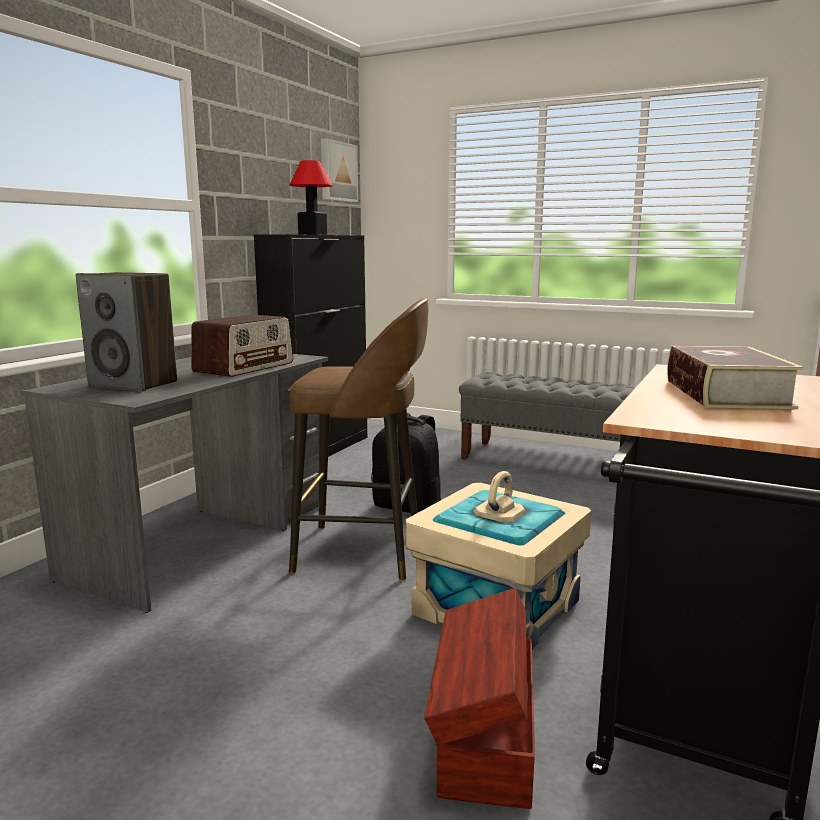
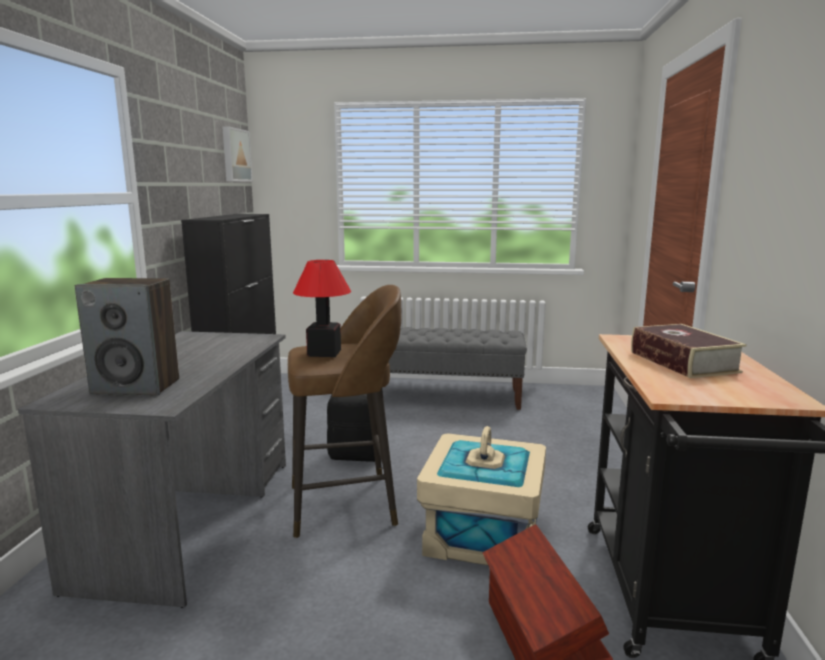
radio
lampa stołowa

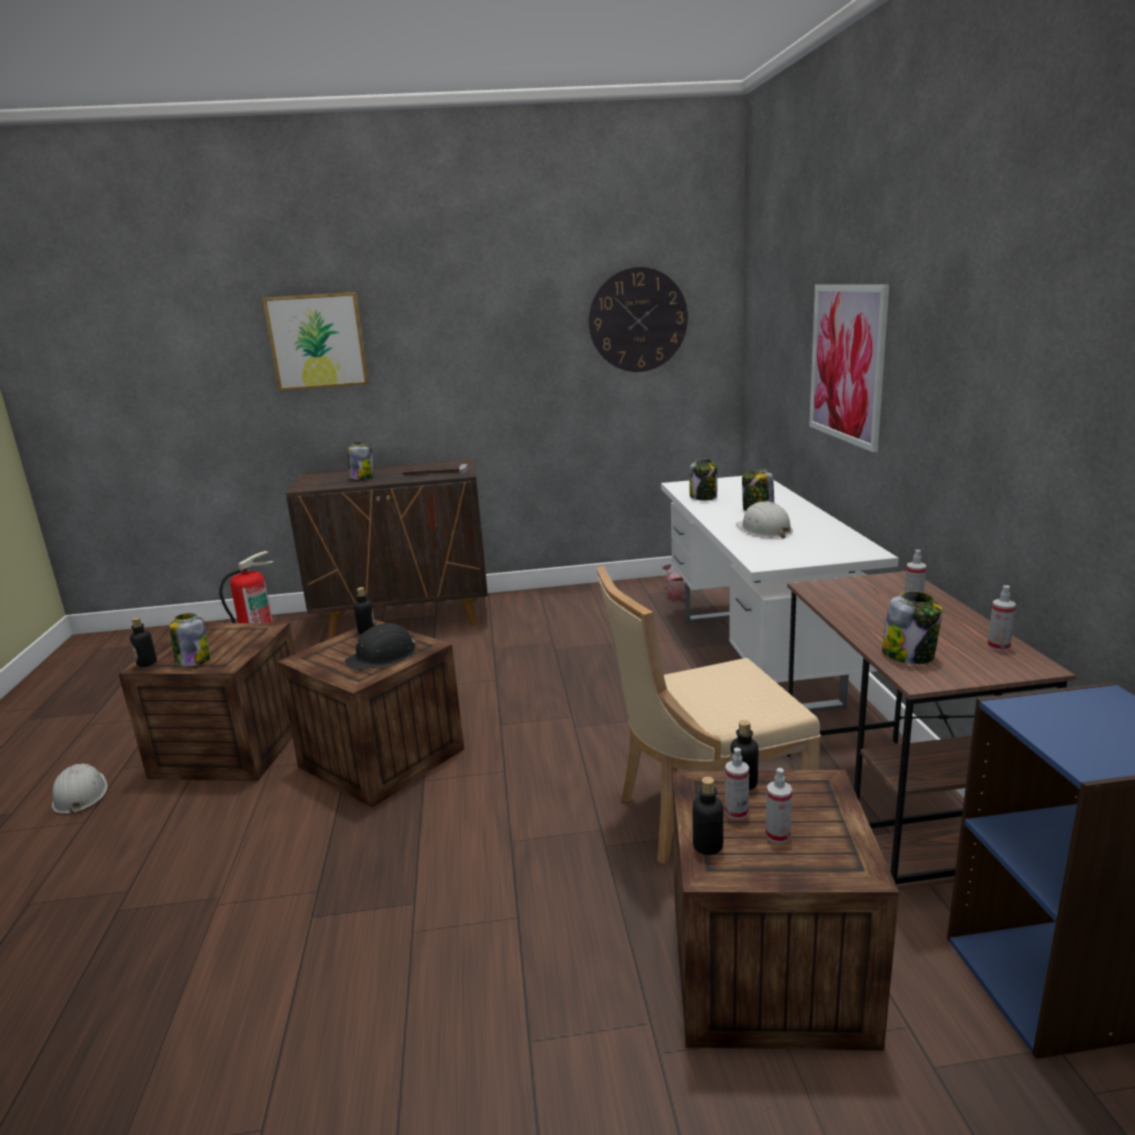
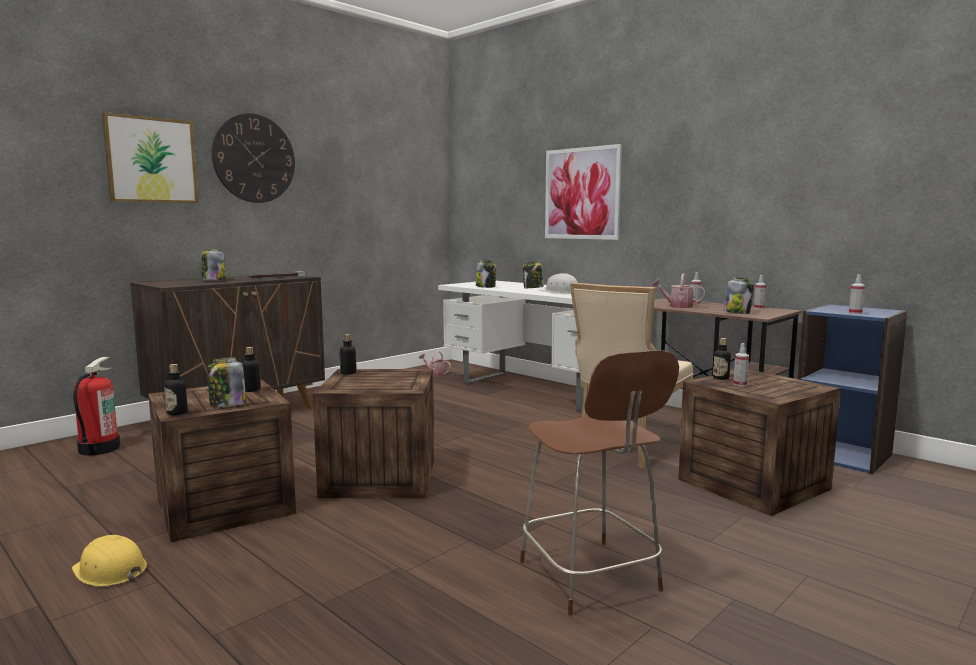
kask [żółty]
kask [czarny]
zegar ścienny
butelka (no. 2 from left)
spryskiwacz (no. 4 from left)
stołek [brązowy]
konewka (no. 2 from left)

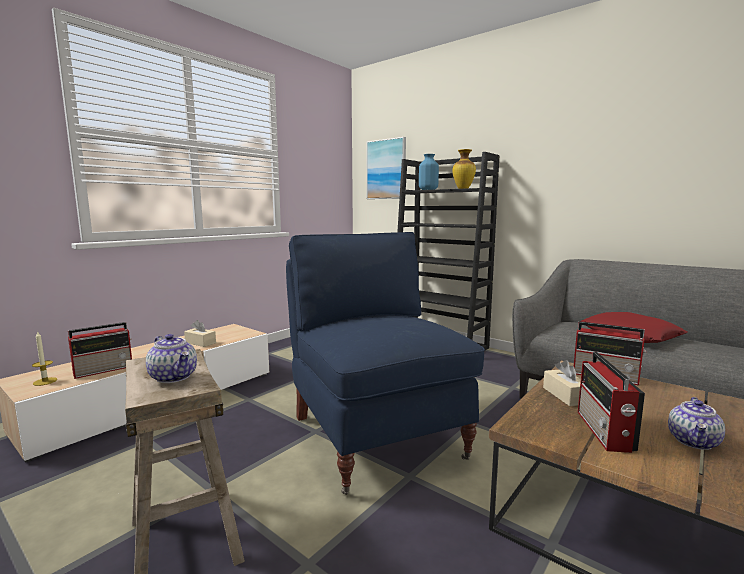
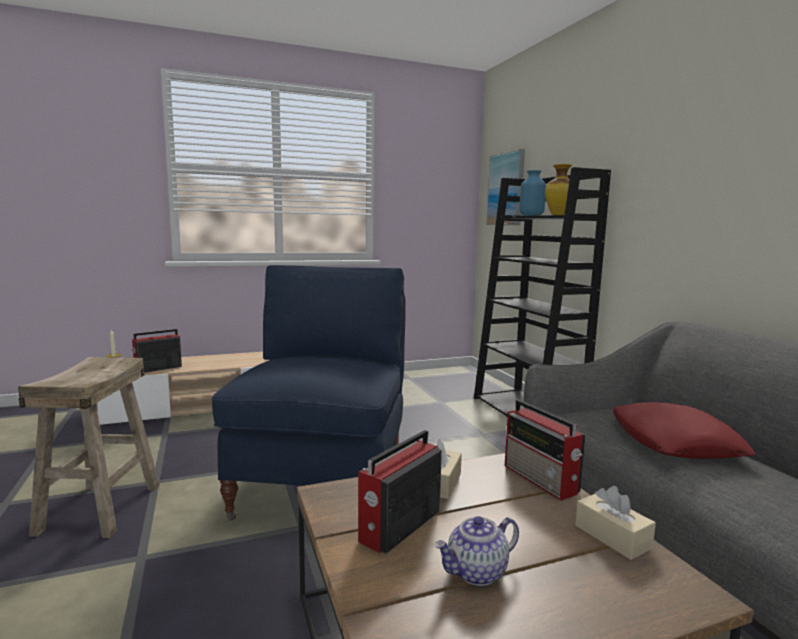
radio (no. 1 from left)
imbryk (no. 1 from left in the first image)
pudełko chusteczek [beżowy] (no. 2 from left)

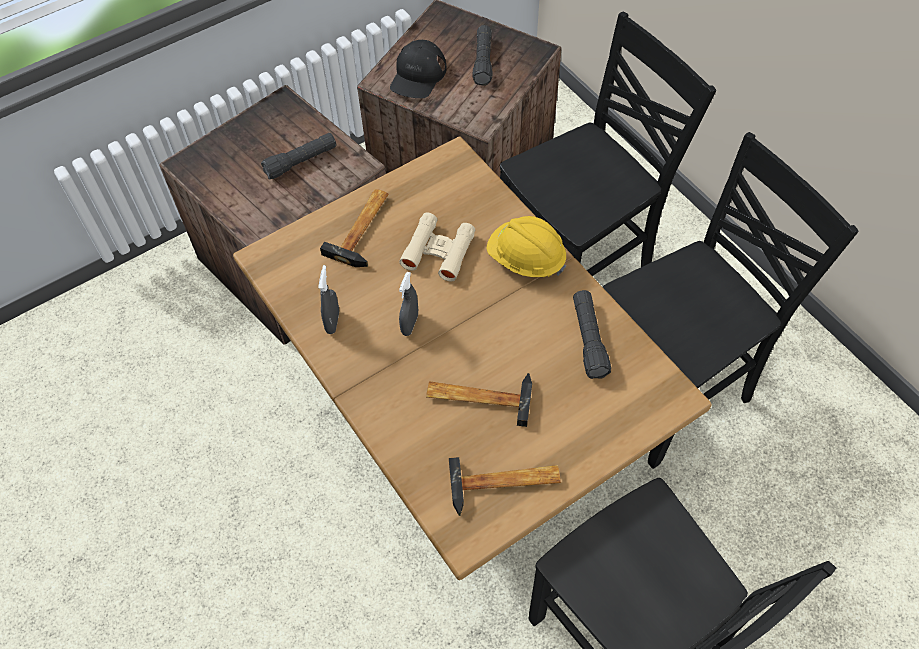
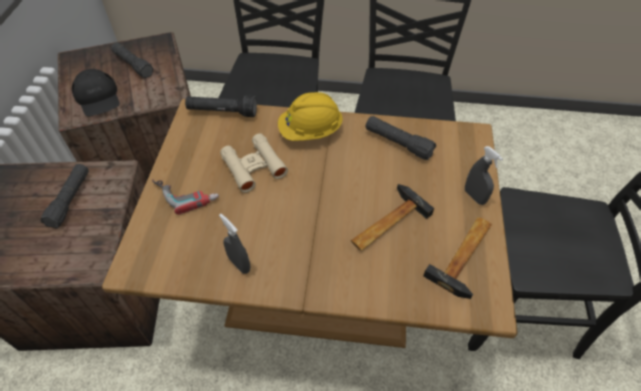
wiertarka
spryskiwacz [szary] (no. 2 from left)
latarka [czarny] (no. 3 from left)

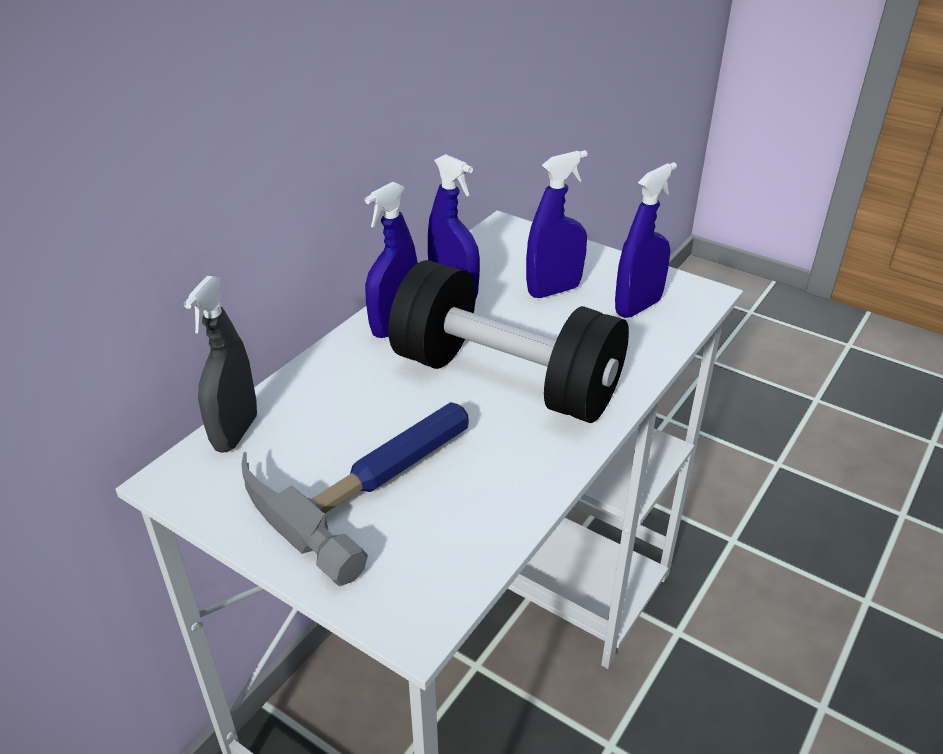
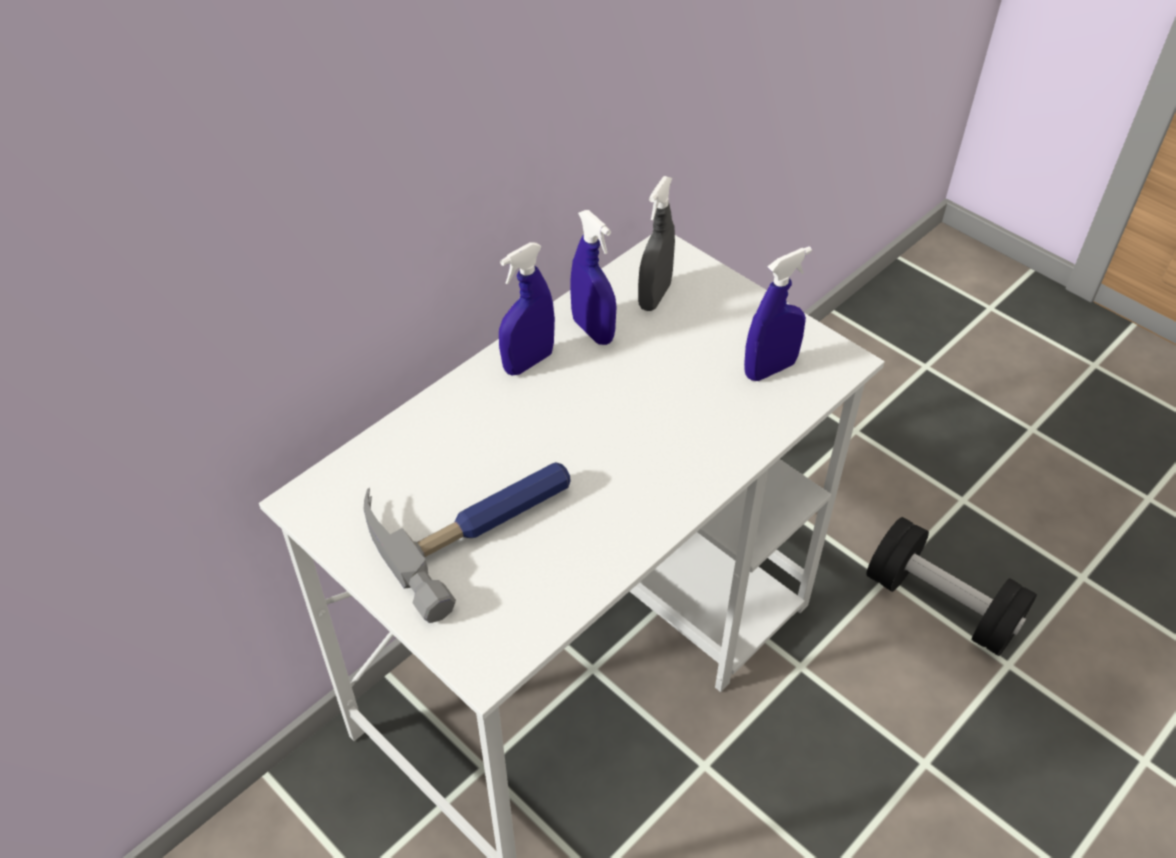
spryskiwacz [szary]
hantel [czarny]
spryskiwacz [niebieski] (no. 3 from left in the first image)

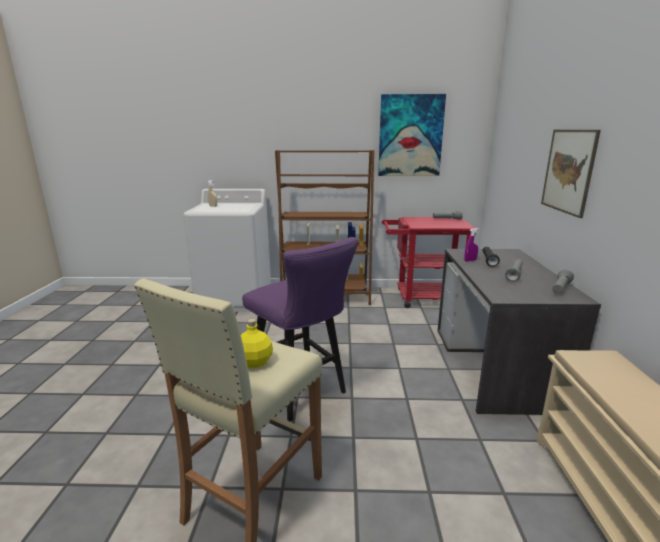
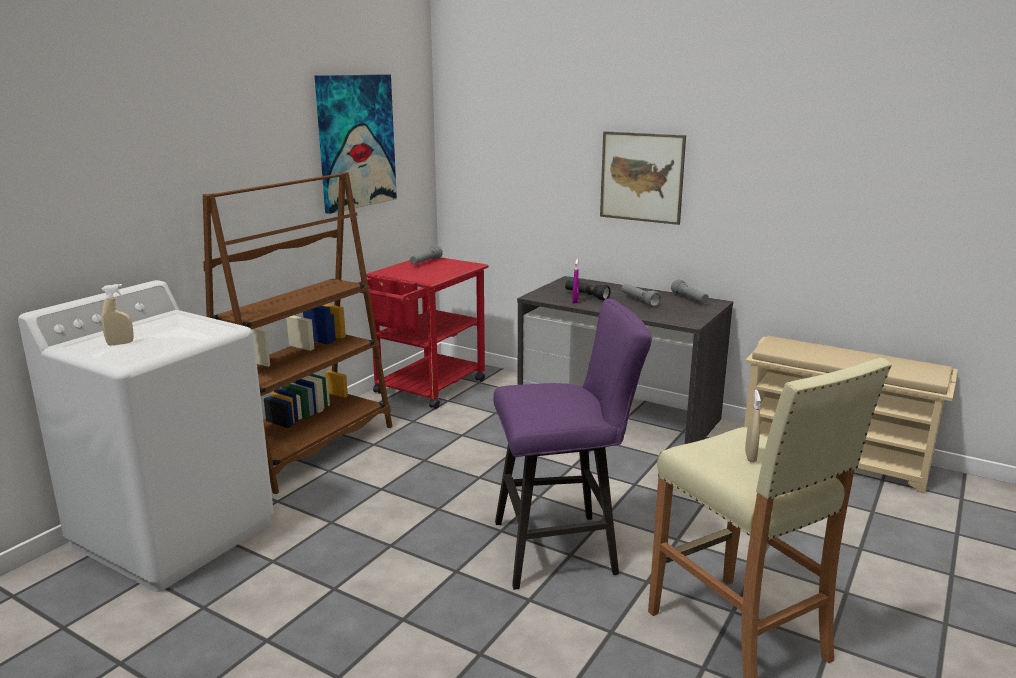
spryskiwacz [beżowy] (no. 2 from left)

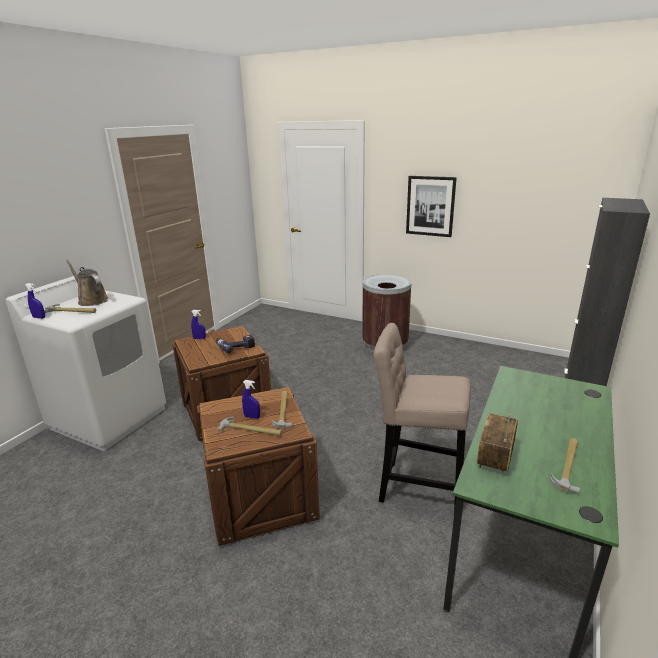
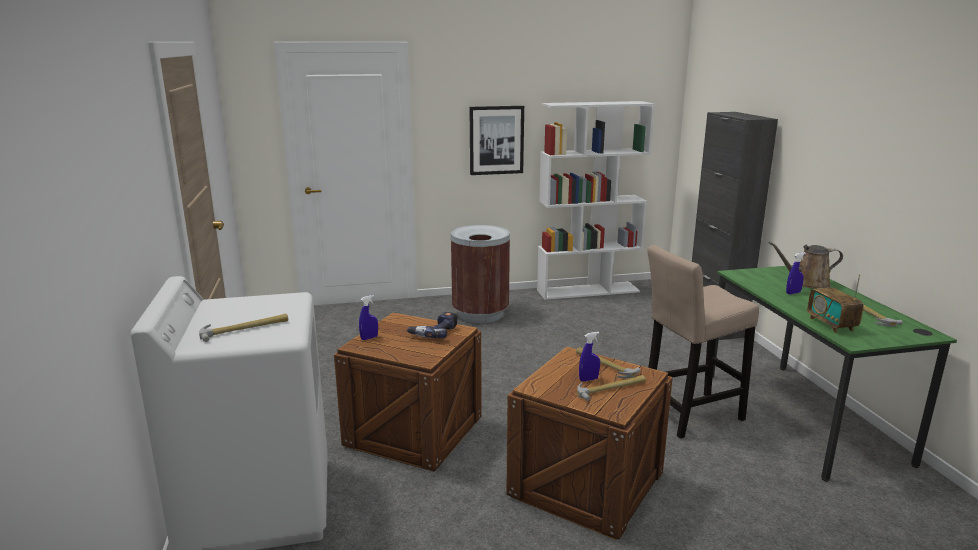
spryskiwacz [niebieski] (no. 3 from left)
konewka [brązowy]
regał [biały]

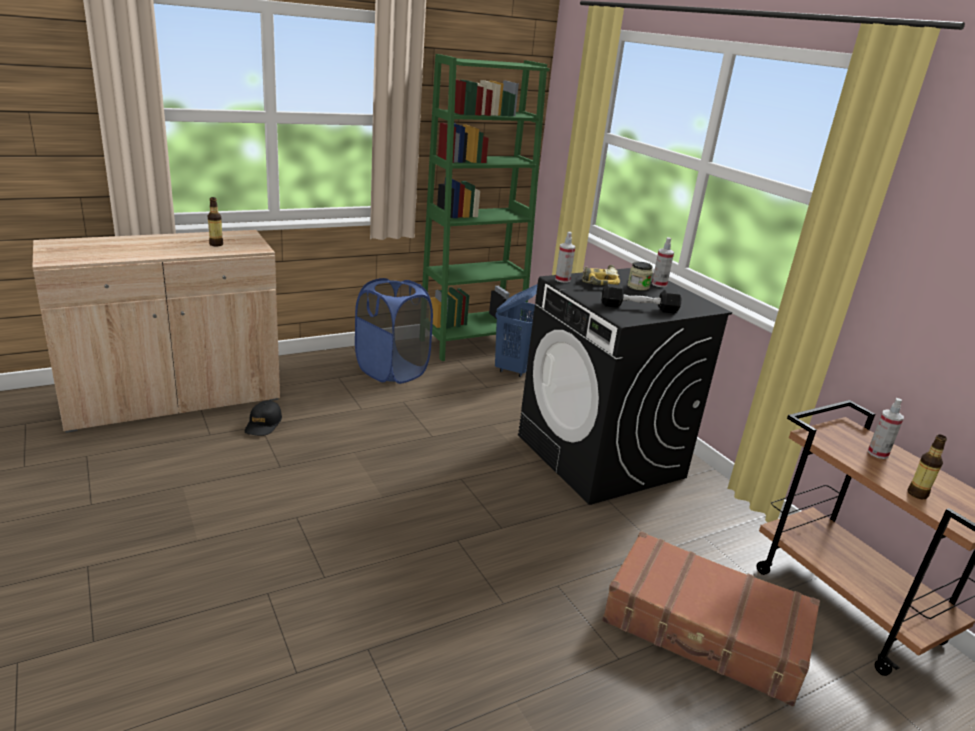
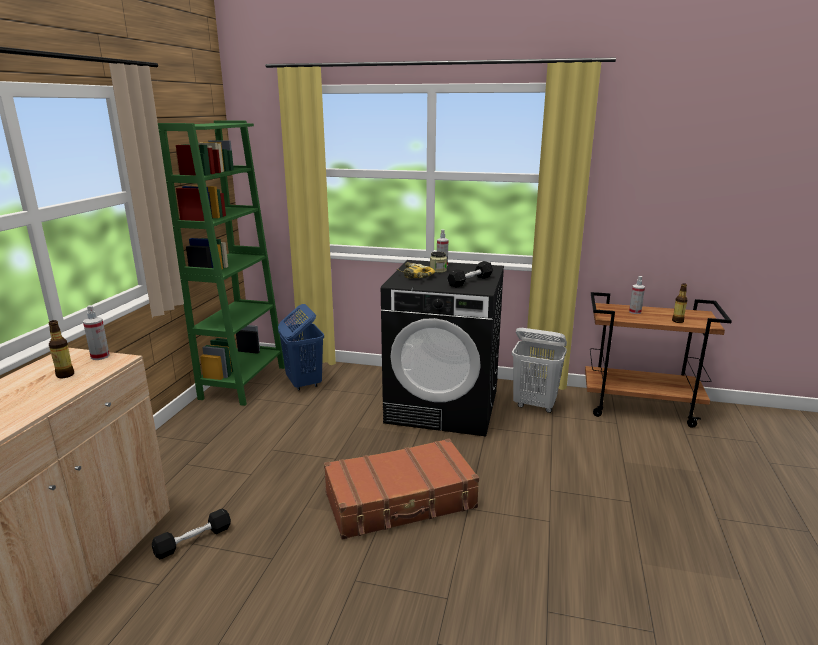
hantel [czarny] (no. 1 from left)
kosz na pranie [niebieski] (no. 1 from left in the first image)
spryskiwacz (no. 1 from left)
walizka [brązowy]
kosz na pranie [biały]

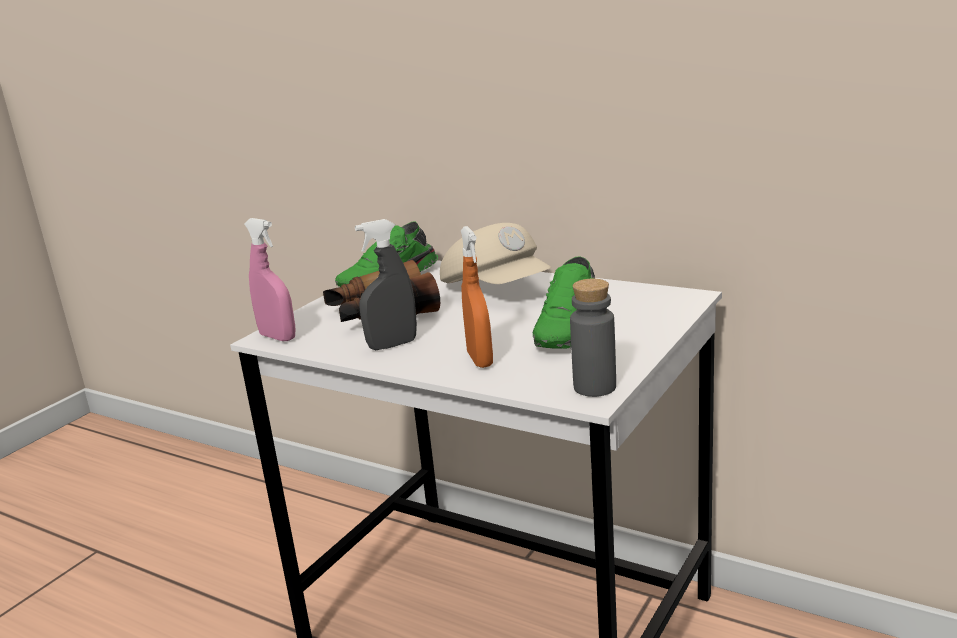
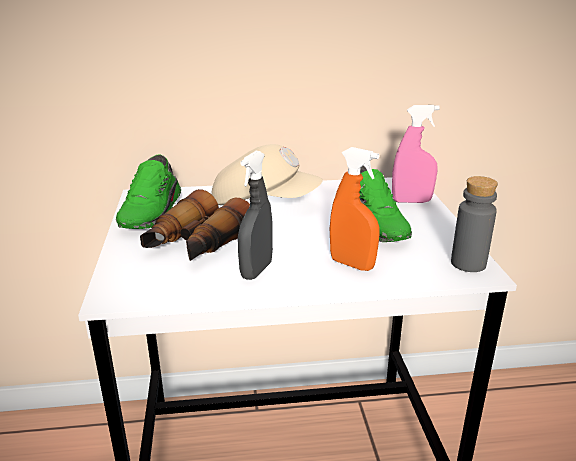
spryskiwacz [różowy]

